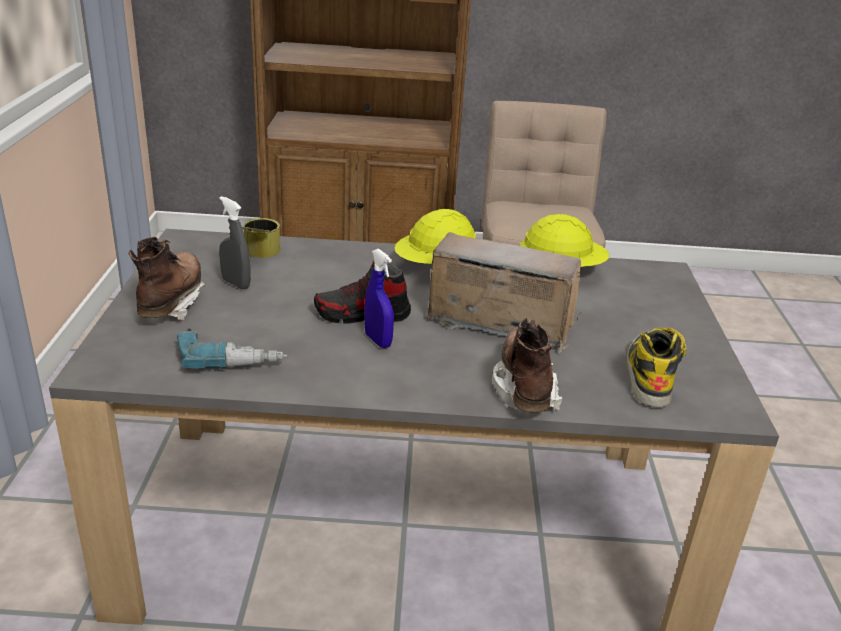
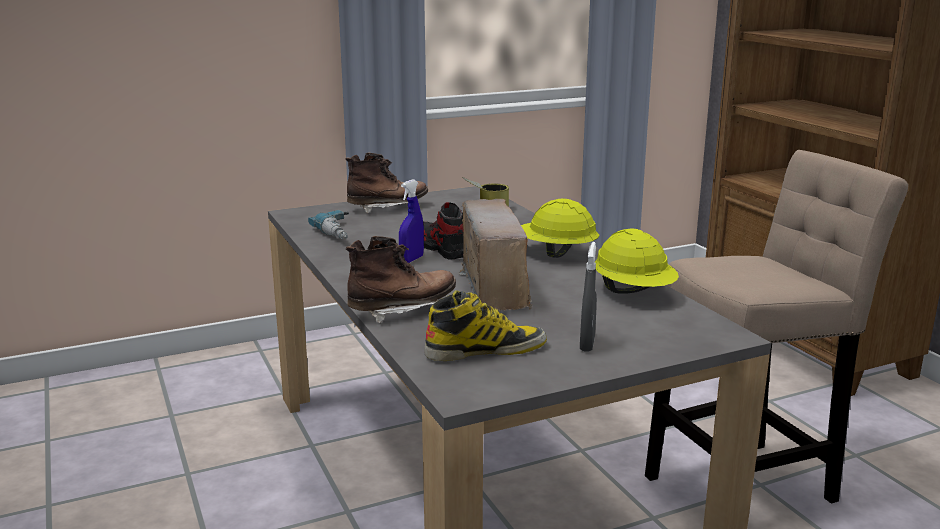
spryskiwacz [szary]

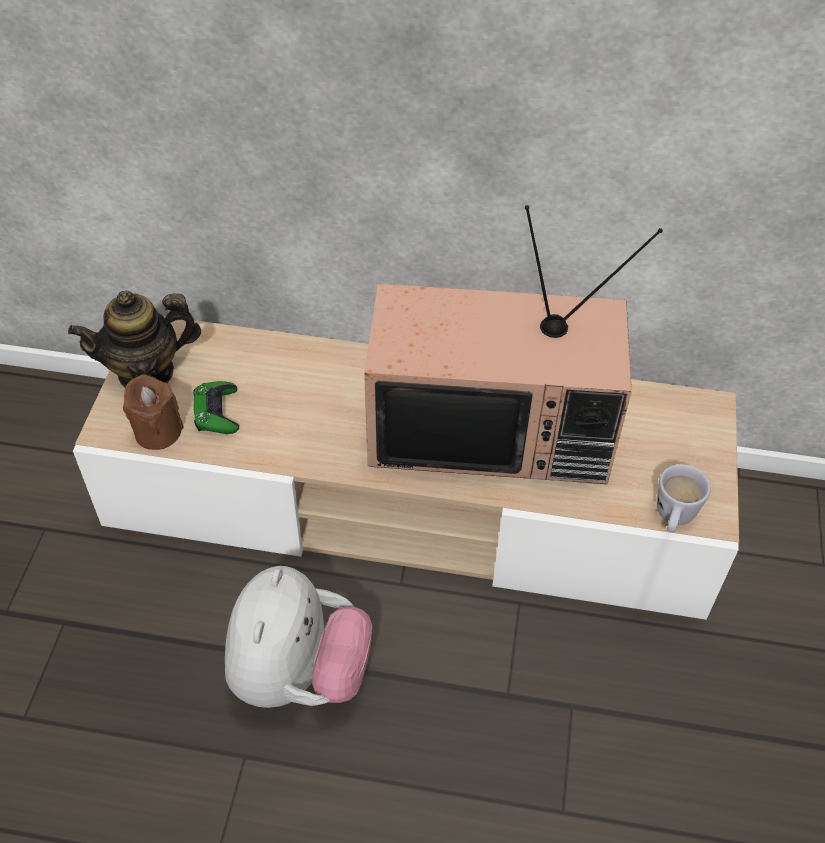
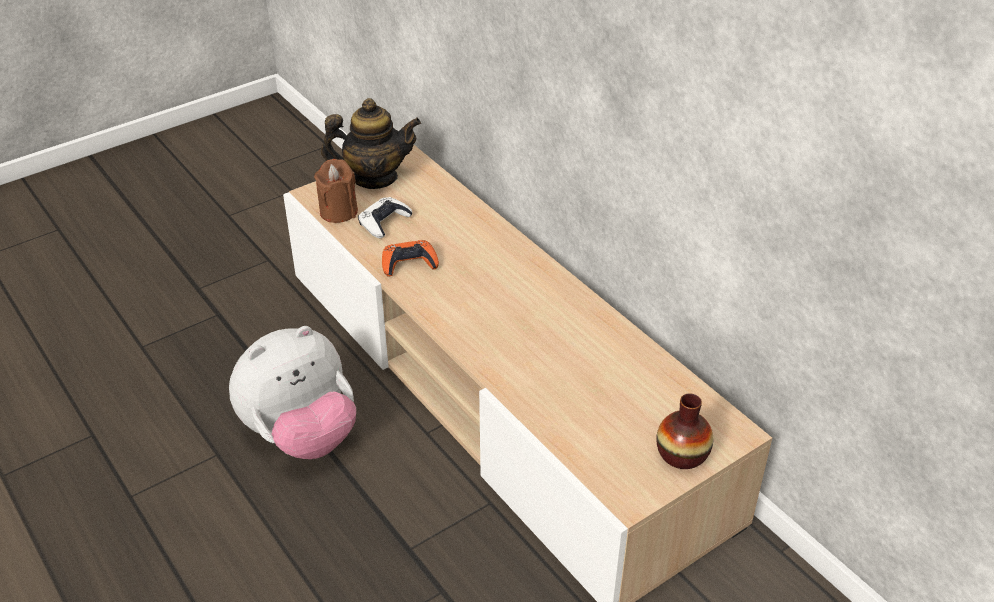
imbryk
pad do gier [biały]
telewizor
kubek [biały]
pad do gier [pomarańczowy]
wazon

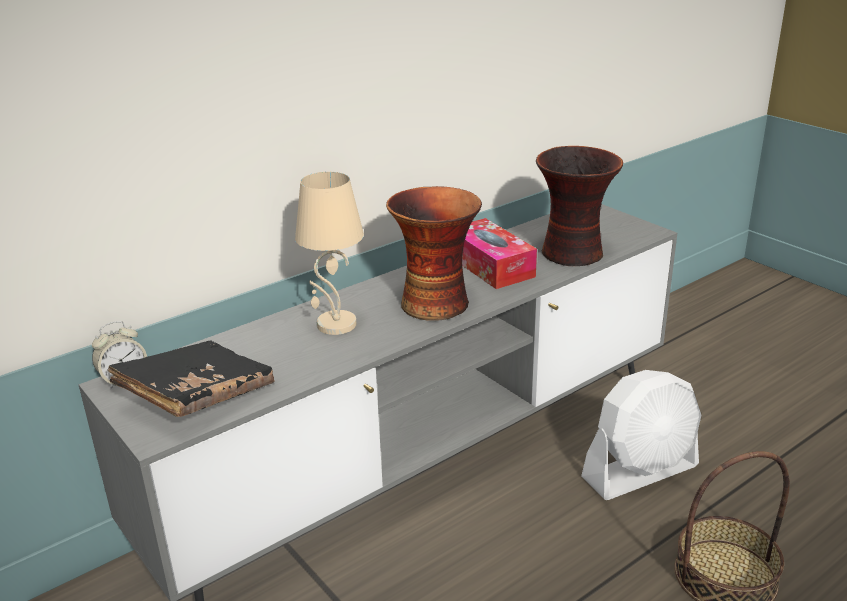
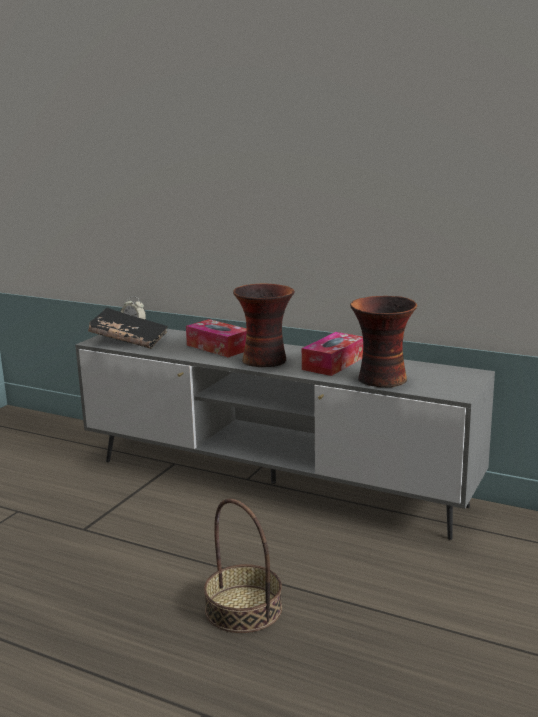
pudełko chusteczek (no. 1 from left)
wentylator [biały]

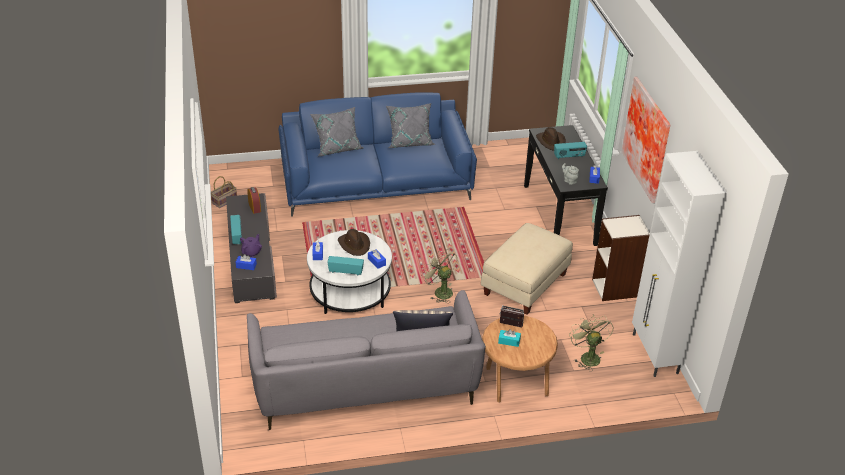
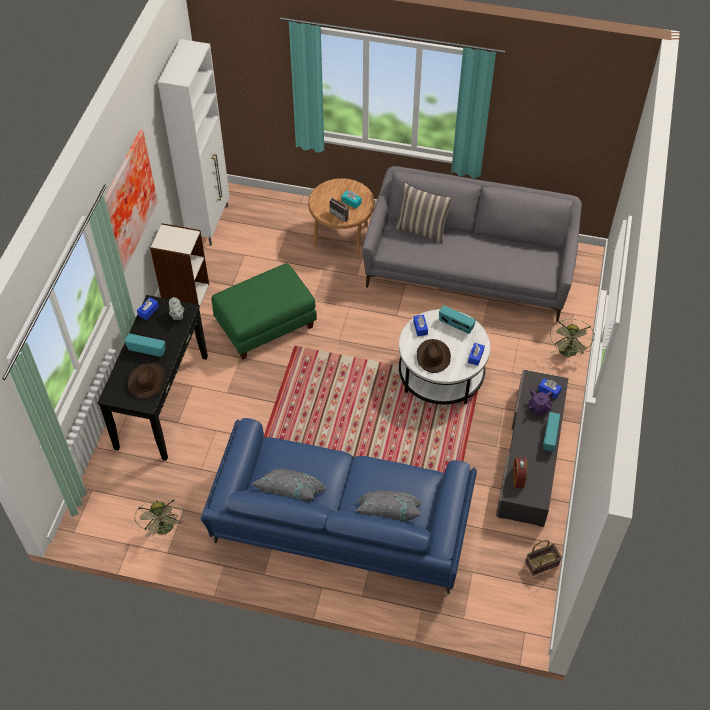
wentylator [beżowy]
pufa [zielony]
wentylator [zielony]

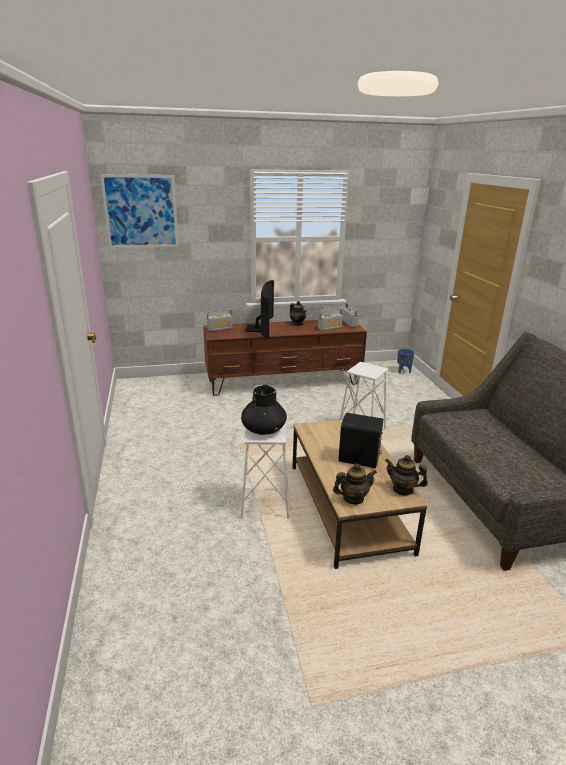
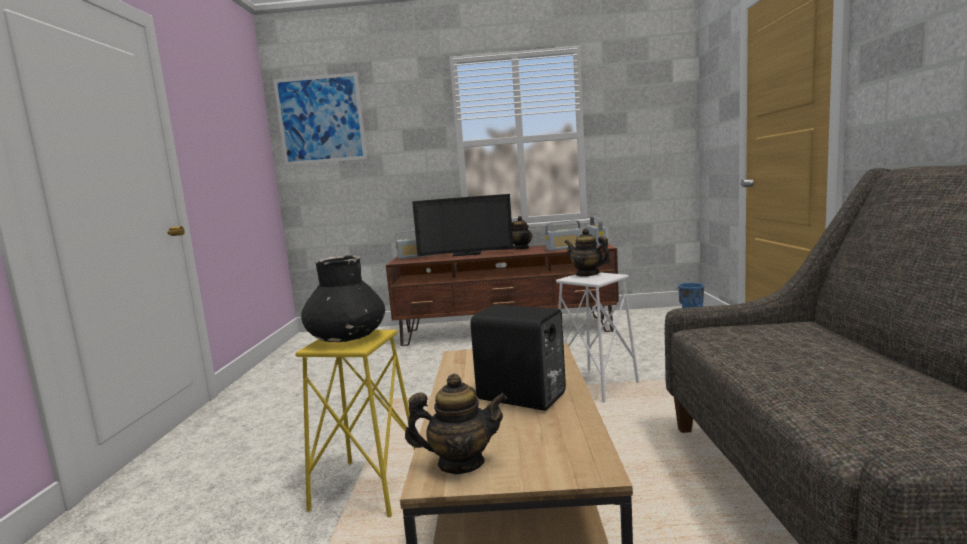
stołek [żółty]
telewizor
imbryk (no. 3 from left)

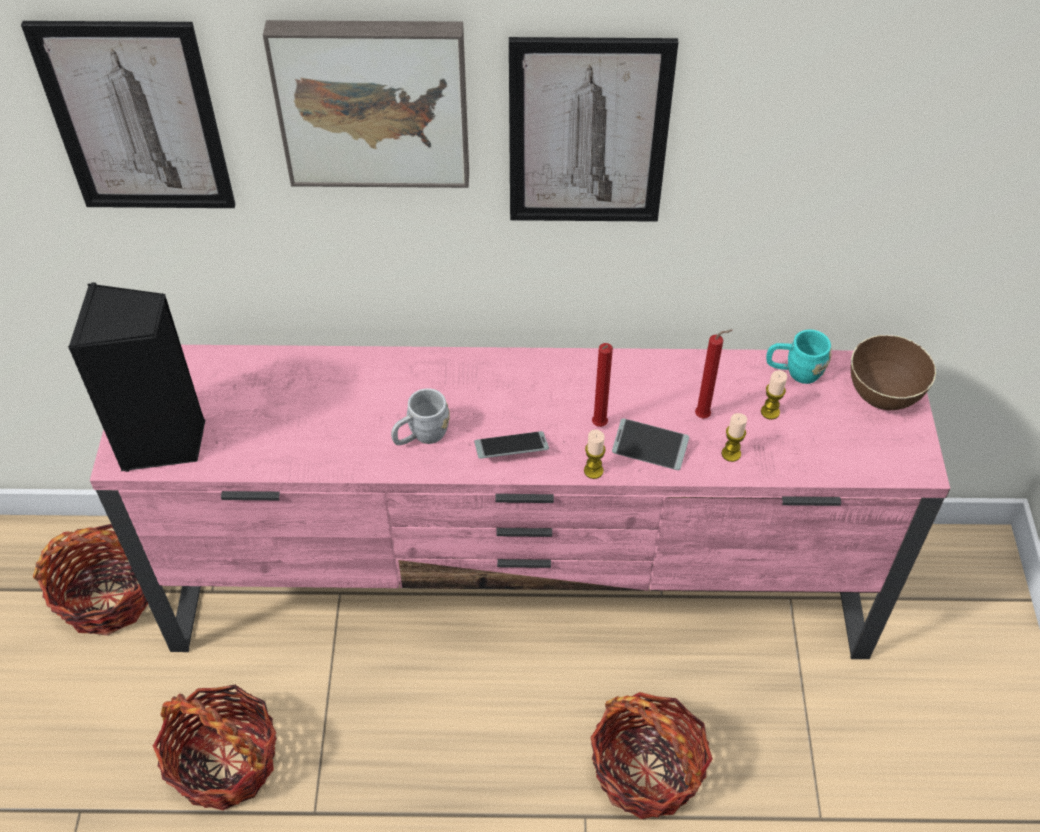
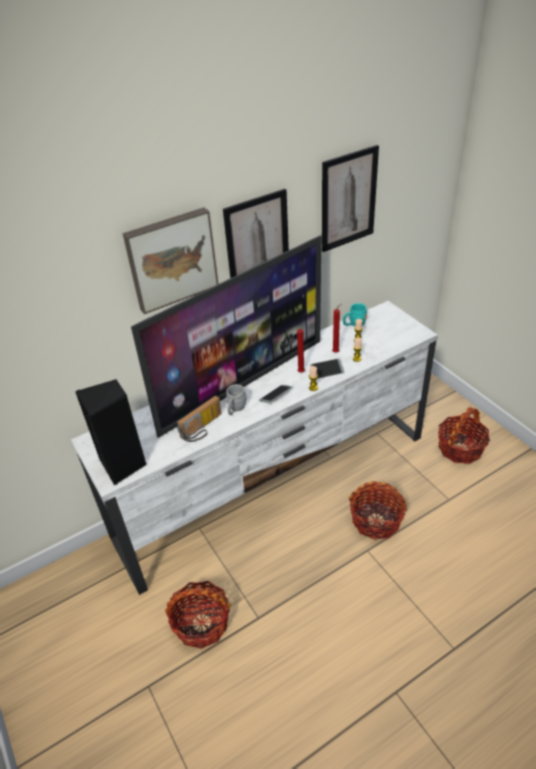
obraz (no. 3 from left)
koszyk (no. 3 from left)
szafka pod telewizor [biały]
miska [brązowy]
telewizor
radio

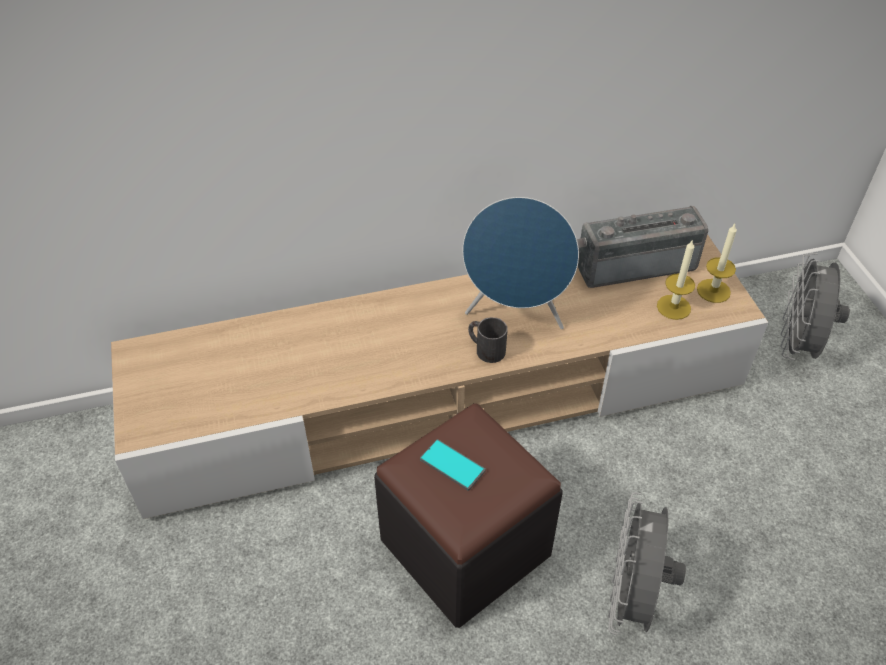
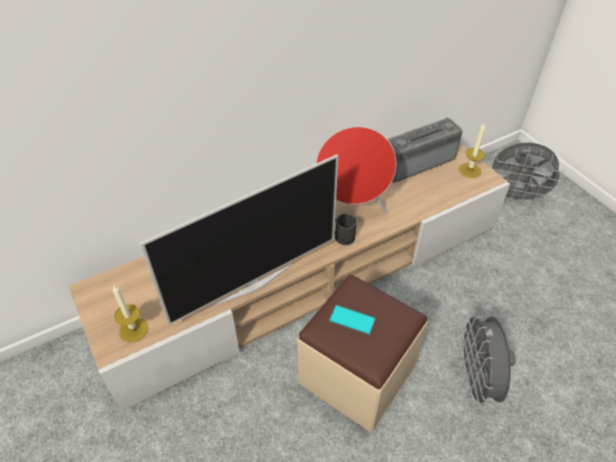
pufa [beżowy]
głośnik [czerwony]
świeca (no. 1 from left)
wentylator [szary] (no. 2 from left)
telewizor

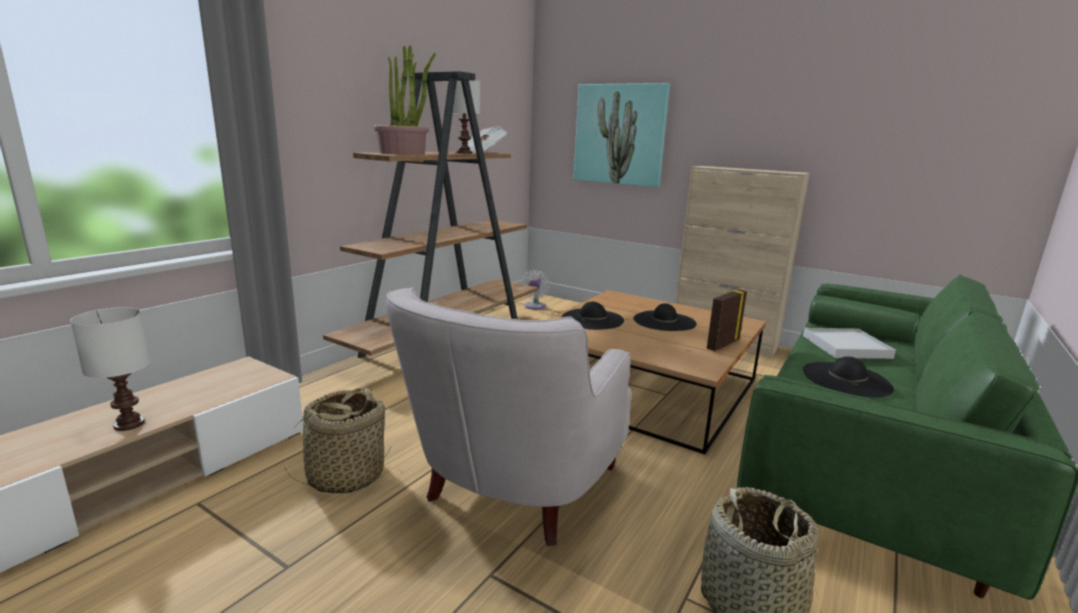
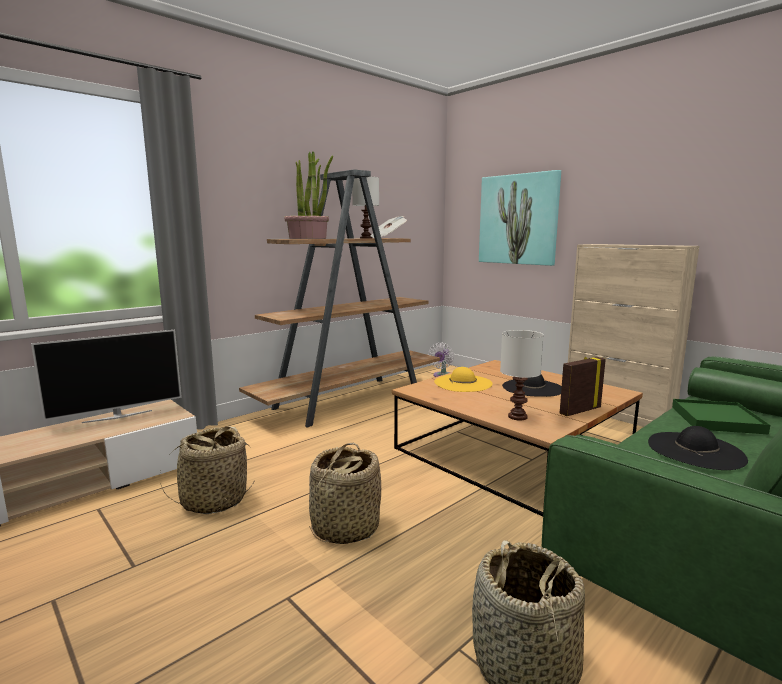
lampa stołowa [biały] (no. 2 from left)
koszyk (no. 2 from left)
kapelusz [żółty]
taca [zielony]
telewizor

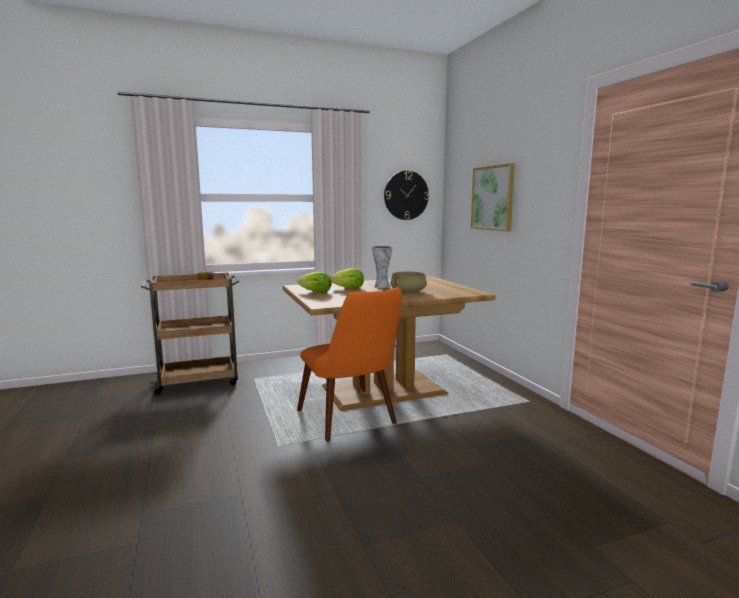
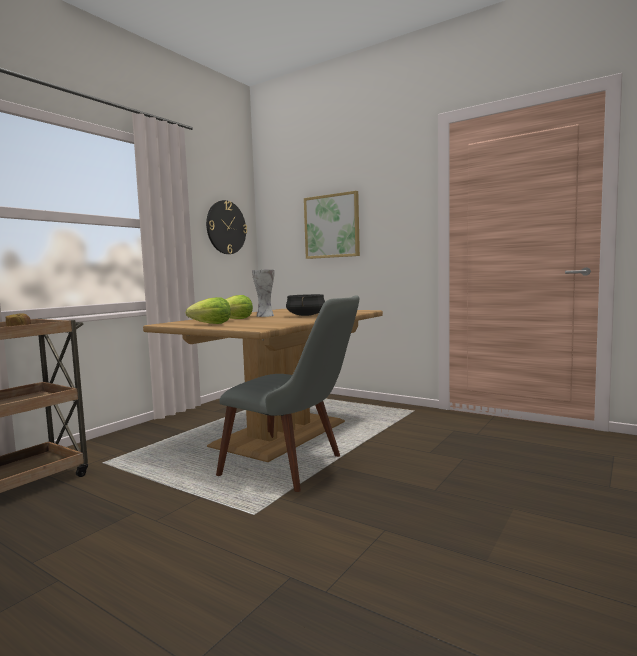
krzesło [szary]
garnek [czarny]

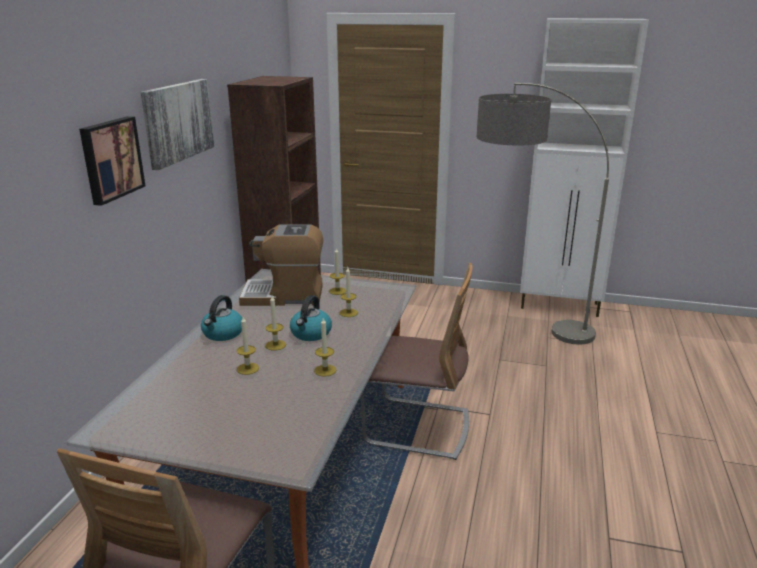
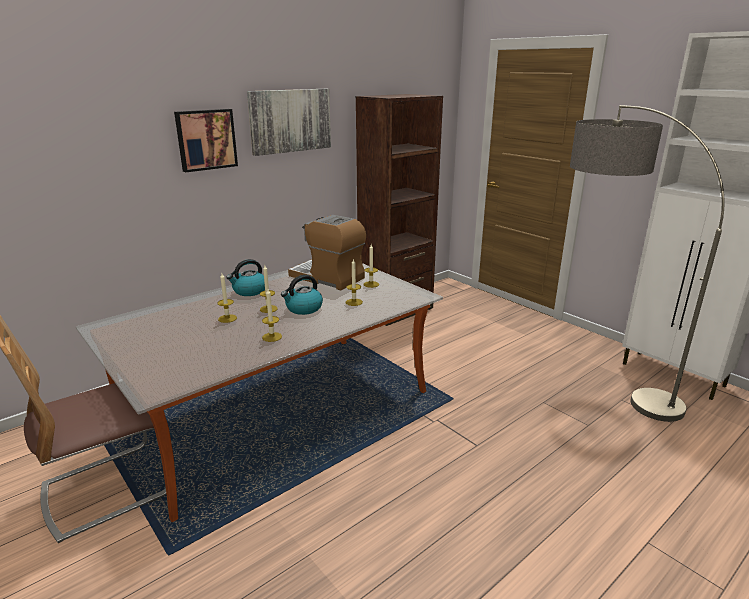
krzesło (no. 2 from left in the first image)

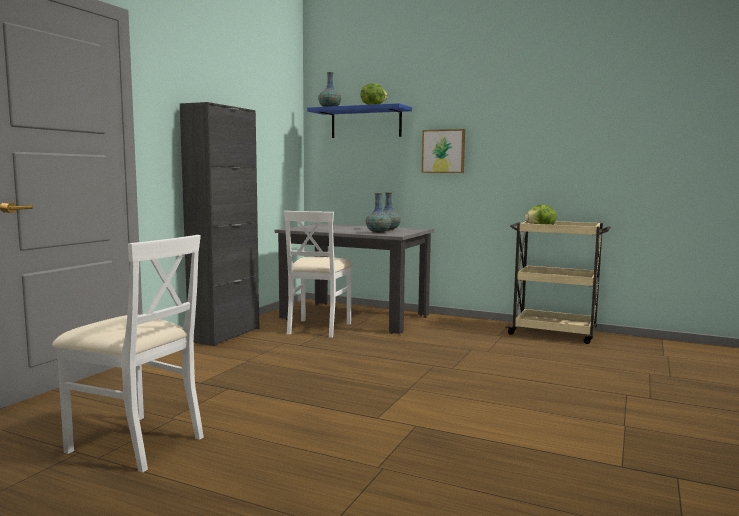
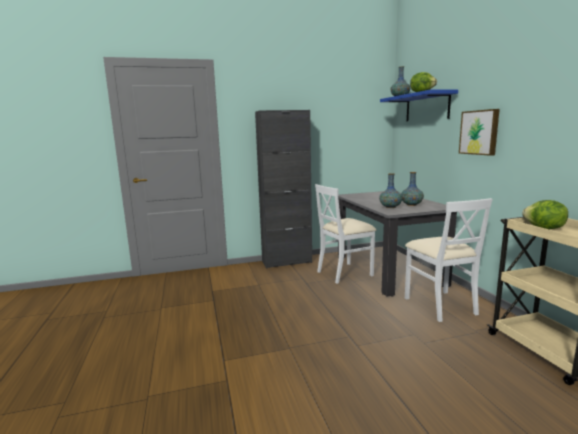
krzesło [biały] (no. 2 from left)

